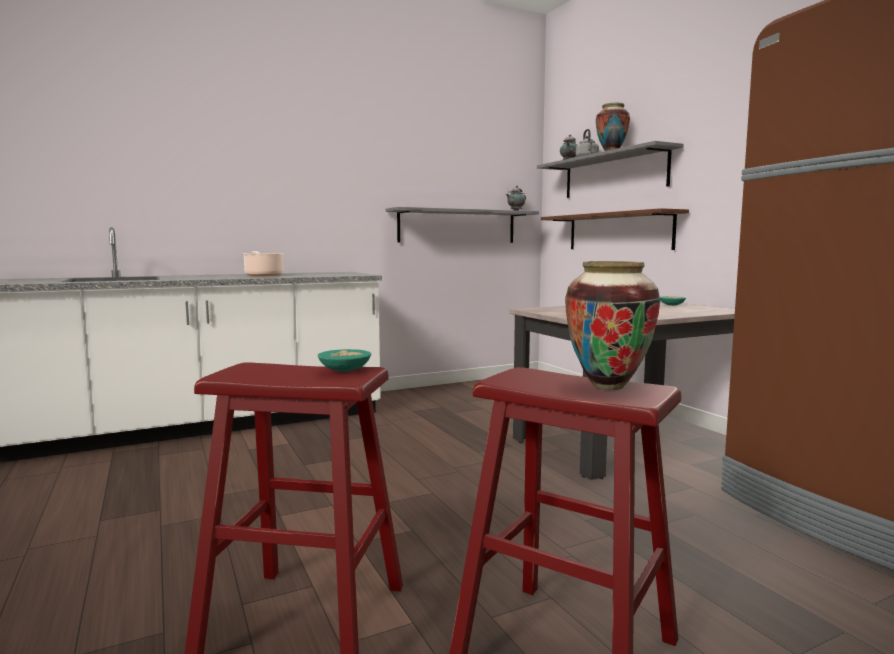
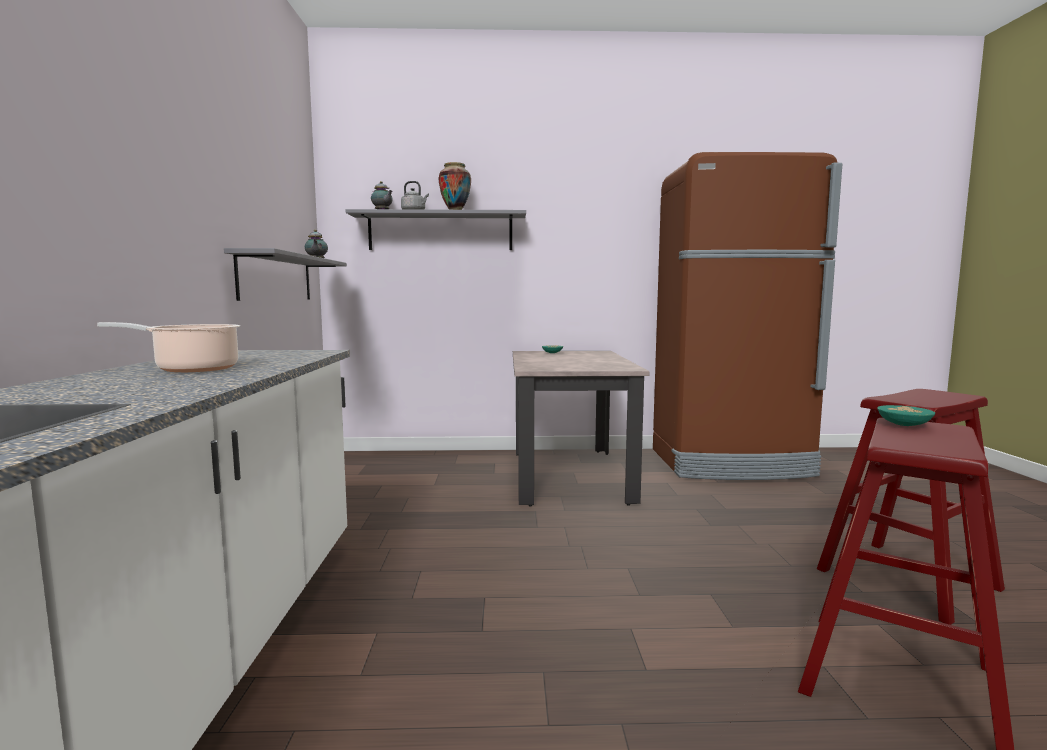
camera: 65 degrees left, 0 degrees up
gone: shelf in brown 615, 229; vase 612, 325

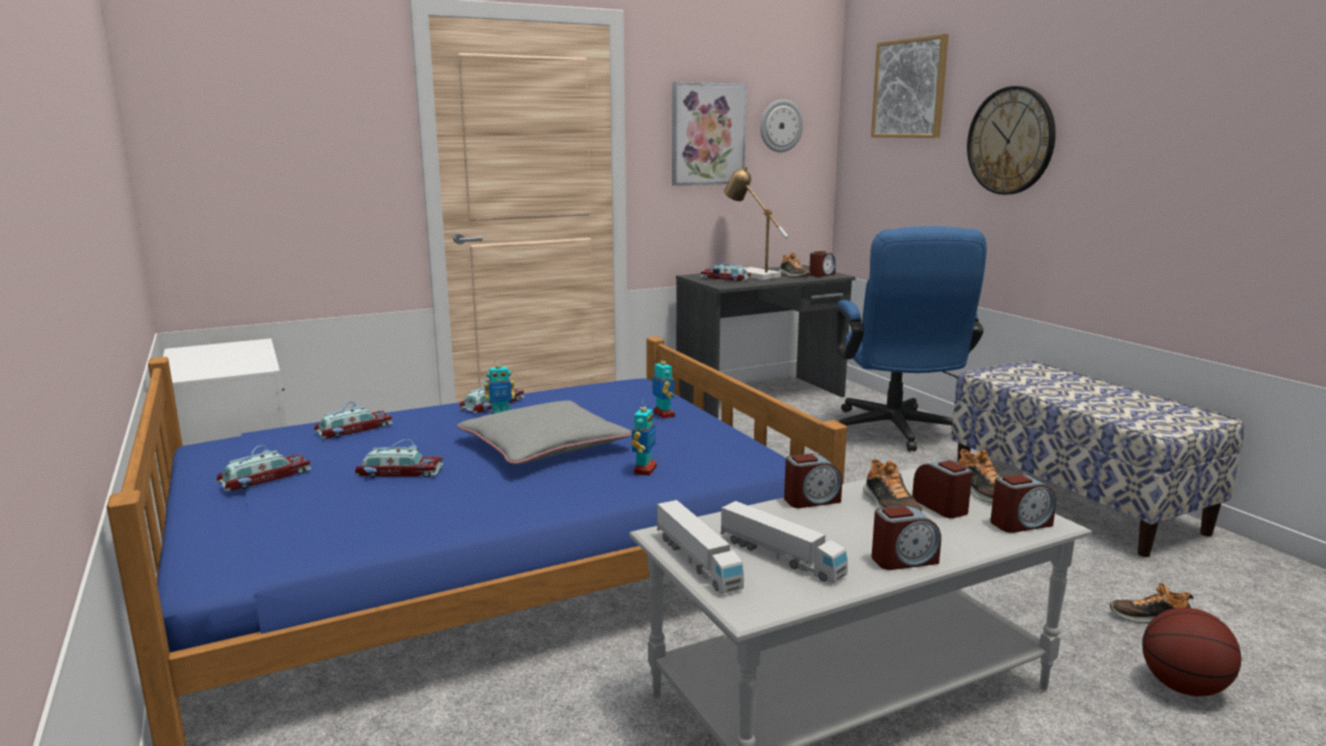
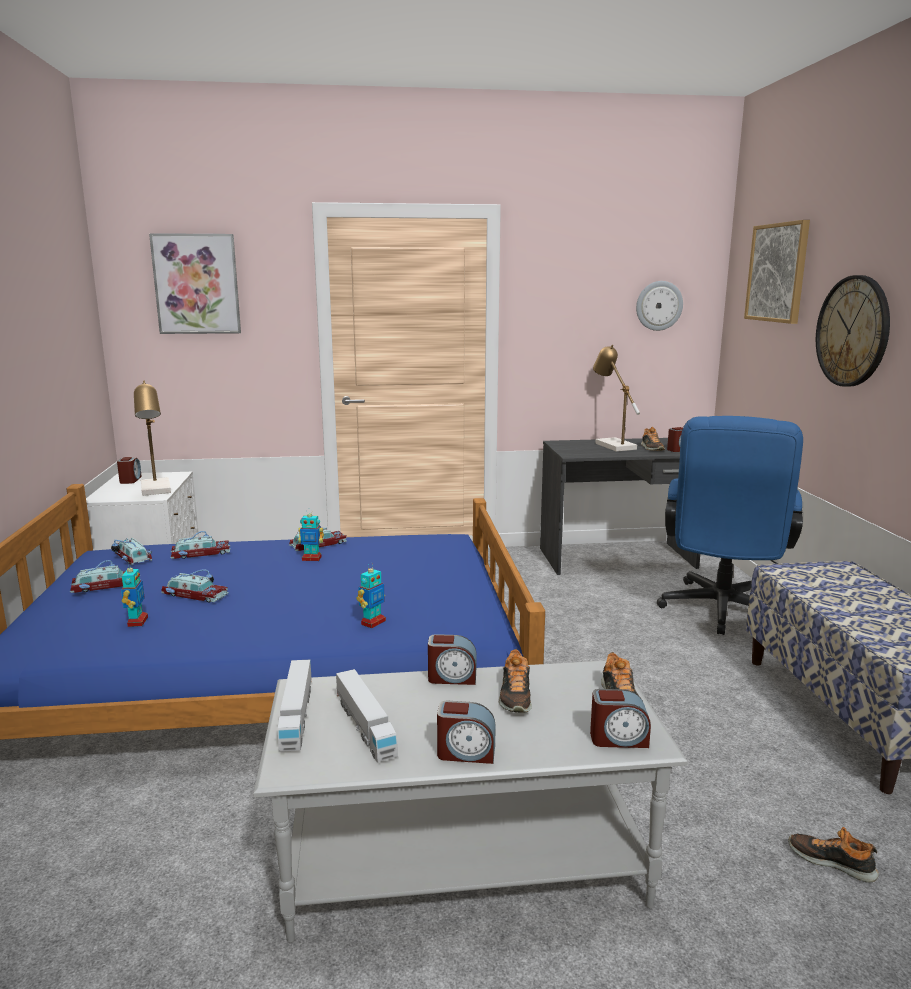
camera: 20 degrees right, 0 degrees up
gone: pillow in grey 544, 432; basketball 1192, 651
new: table lamp 152, 438
shifted: toy car 726, 272 to 131, 551; alarm clock 942, 489 to 129, 470; toy robot 663, 386 to 134, 595; picture 709, 134 to 195, 283

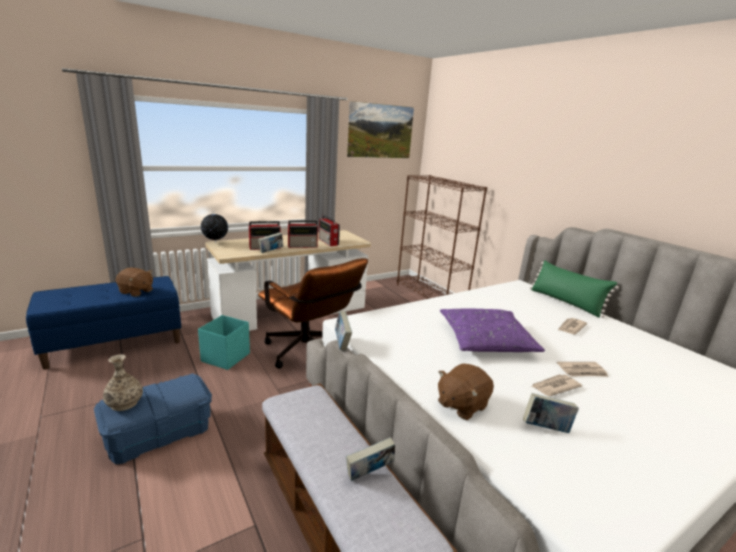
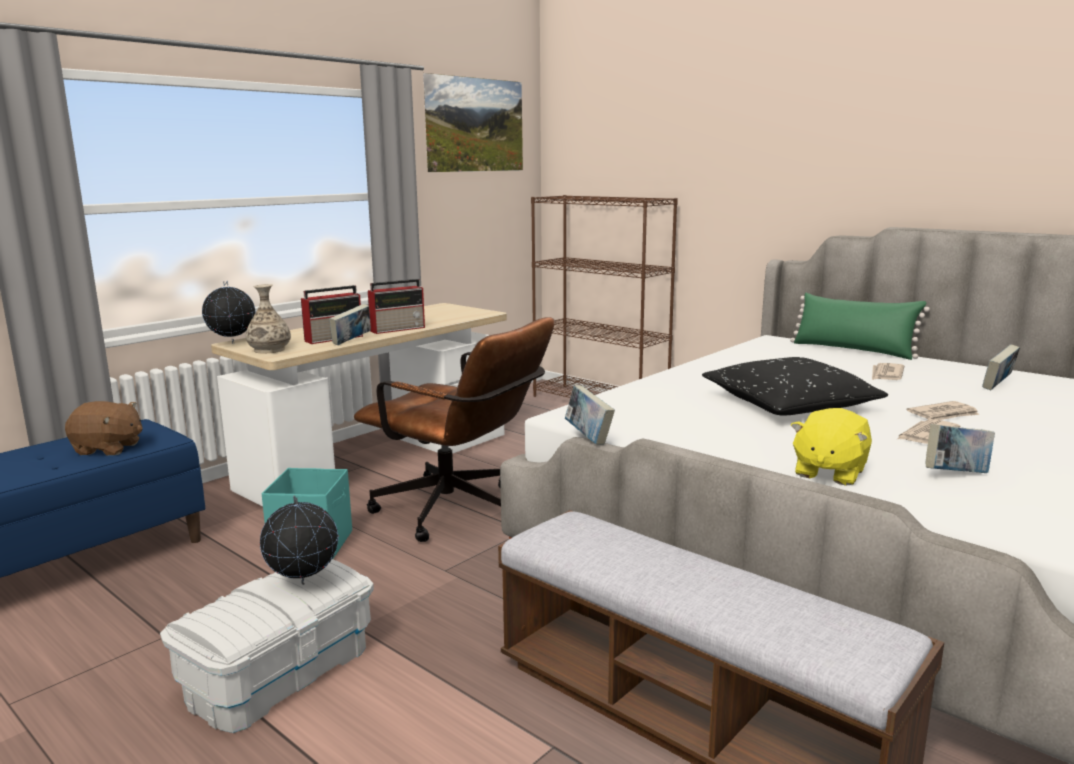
camera: 15 degrees left, 5 degrees down
gone: radio 329, 230
new: globe 299, 540
shifted: vase 123, 382 to 268, 319; book 370, 459 to 1001, 367
repainted: storage box in blue 153, 418 to storage box in white 267, 646; pillow in purple 492, 330 to pillow in black 795, 386; plush toy in brown 466, 391 to plush toy in yellow 831, 447

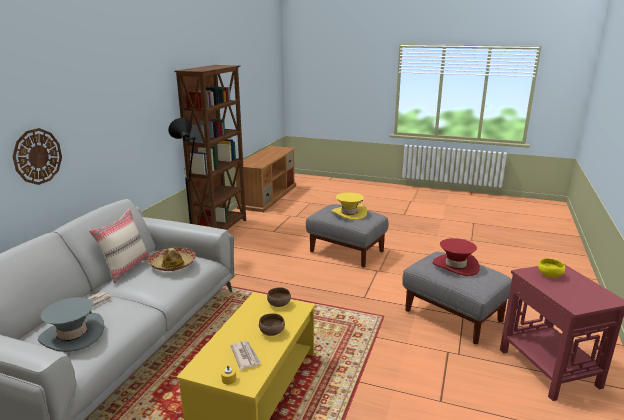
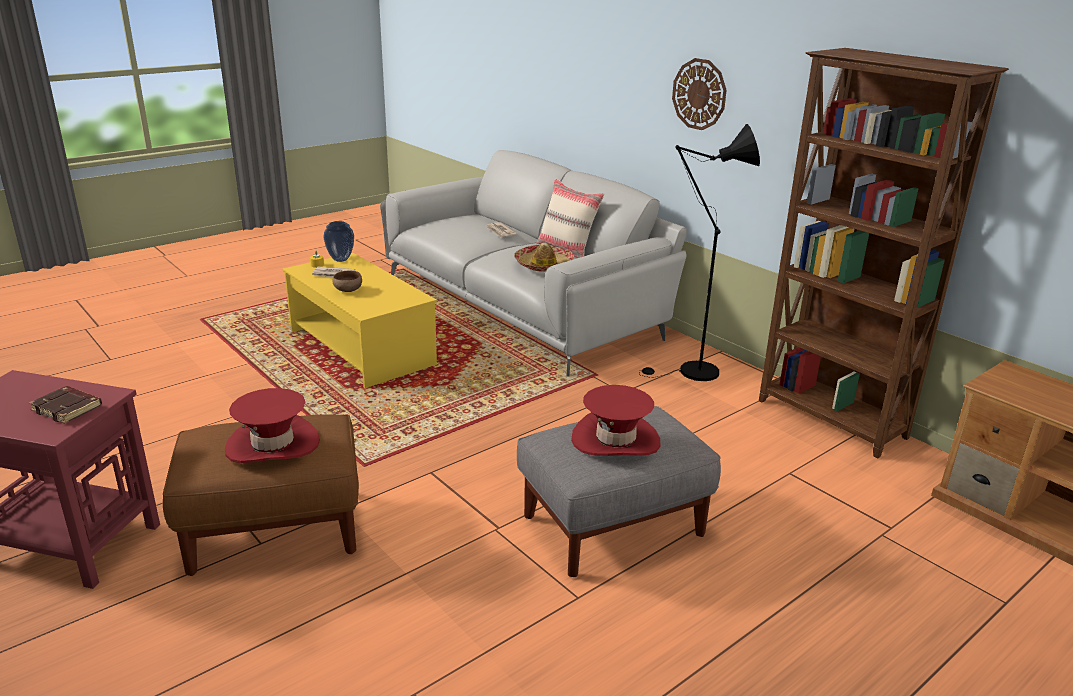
camera: 120 degrees right, 5 degrees up
gone: hat in grey 71, 324; bowl in brown 279, 297
new: vase 338, 241
shifted: wall clock 37, 156 to 699, 94
swapped: bowl in yellow 551, 268 to book in brown 65, 405
repainted: ottoman in grey 457, 298 to ottoman in brown 261, 495; hat in yellow 349, 206 to hat in red 616, 420

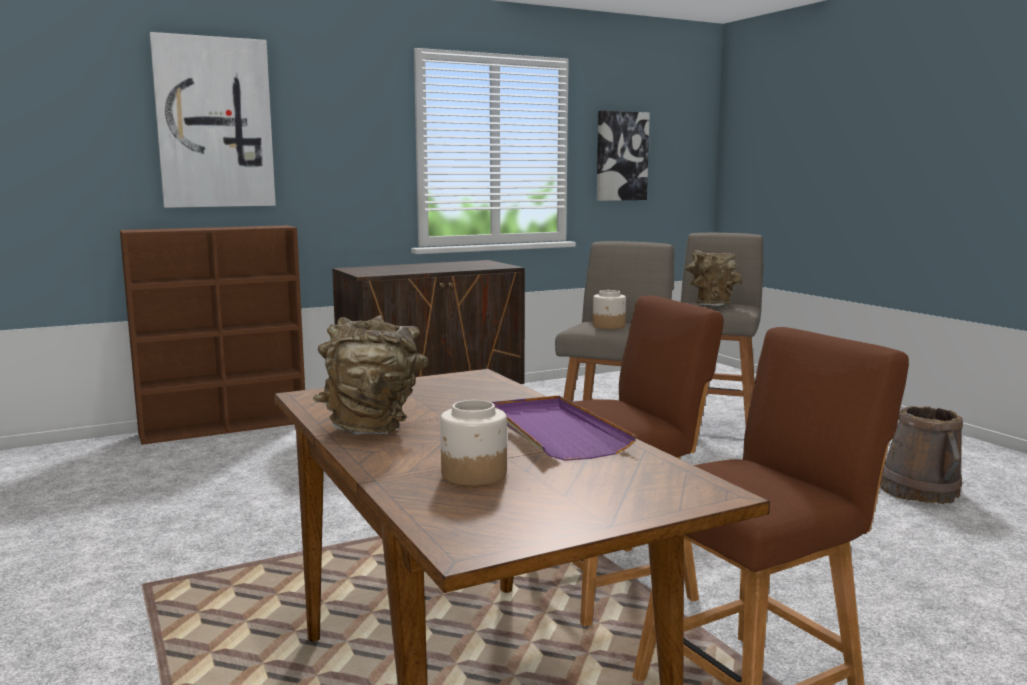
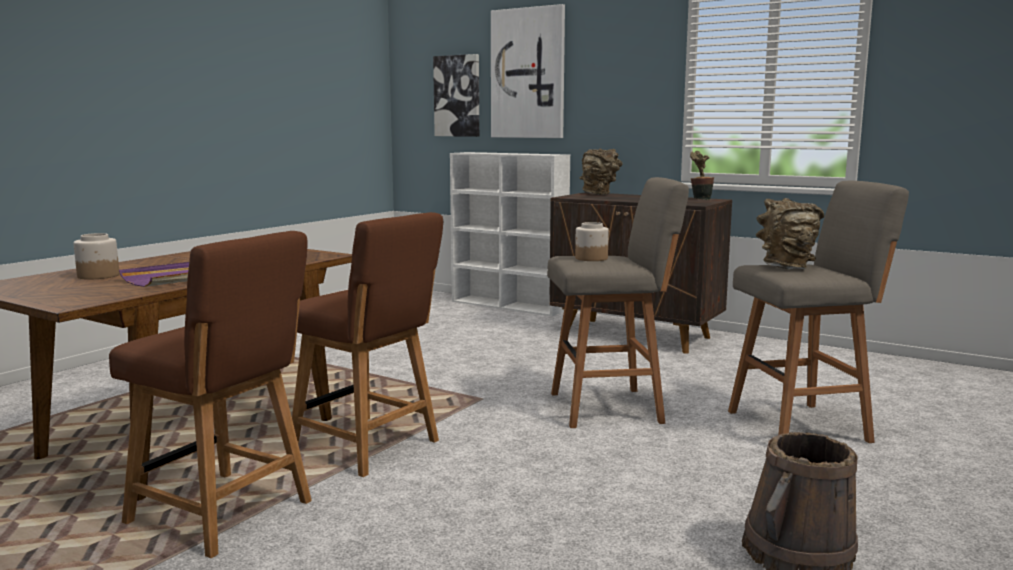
camera: 60 degrees right, 0 degrees up
new: potted plant 702, 175
shifted: picture 623, 156 to 456, 95; vase in brown 371, 375 to 601, 171
repainted: bookcase in brown 212, 335 to bookcase in white 510, 234

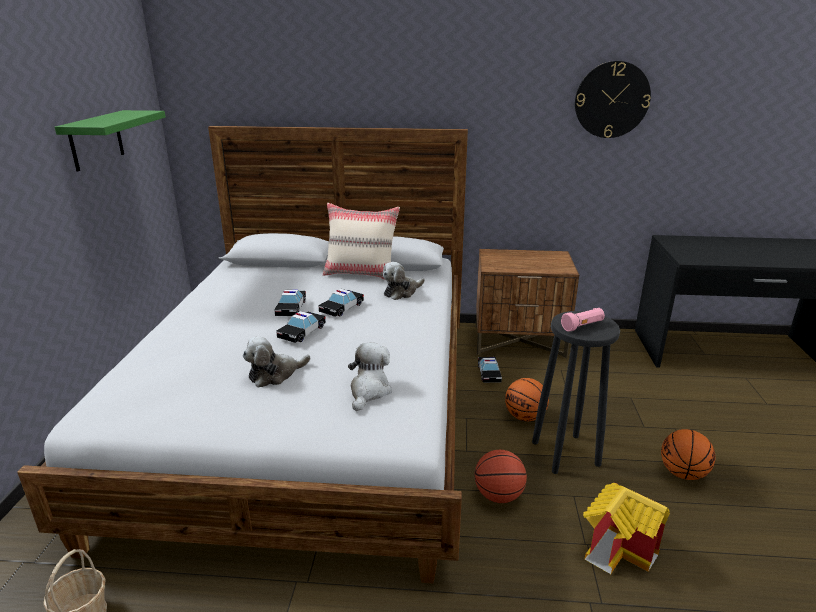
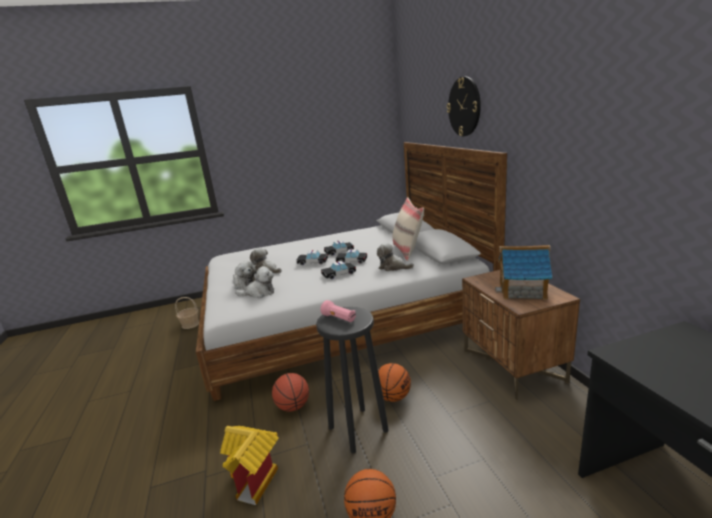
camera: 70 degrees right, 5 degrees down
gone: shelf in green 110, 141
new: plush toy 245, 275; toy house 524, 272
shifted: toy car 490, 370 to 338, 270; wall clock 613, 99 to 464, 106

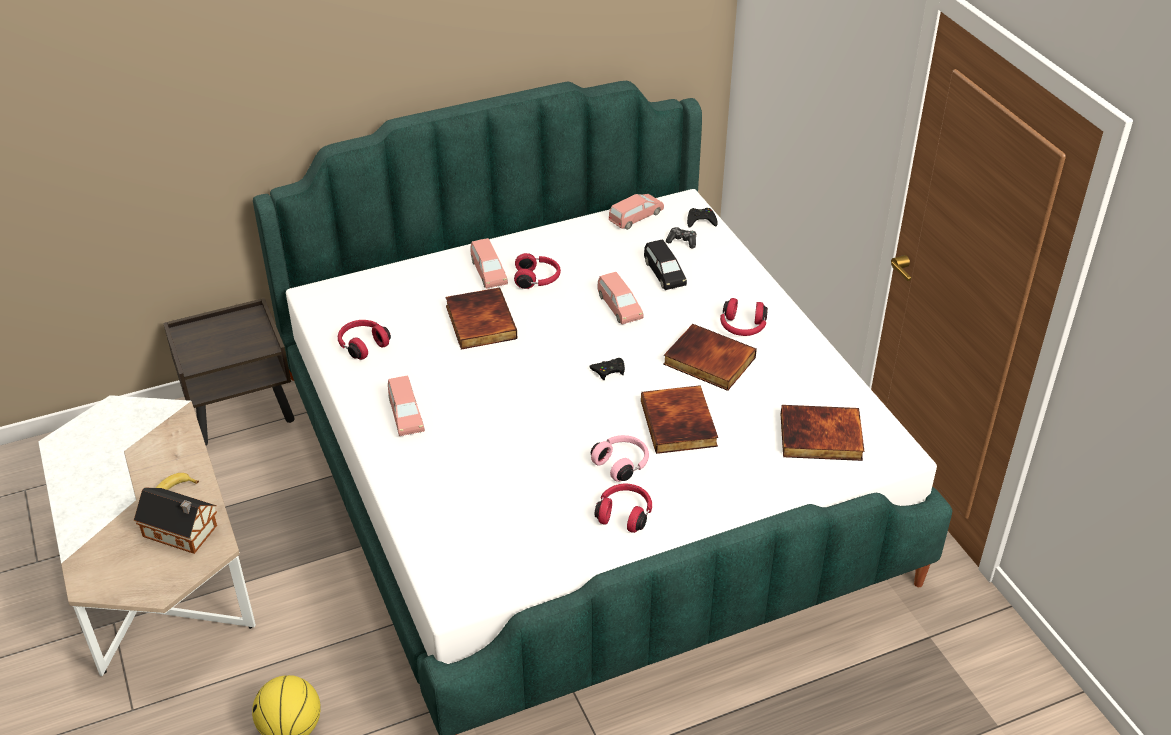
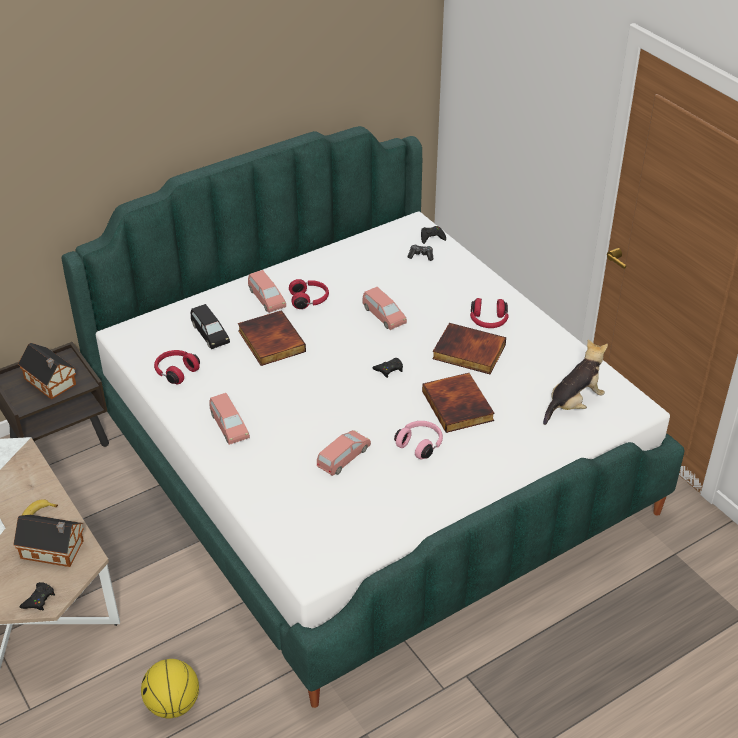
camera: 10 degrees left, 0 degrees up
gone: headphones in red 623, 508
new: toy house 47, 371; game controller in black 37, 596
shifted: toy car in black 665, 265 to 210, 326; toy car in pink 636, 212 to 344, 453
swapped: book 822, 433 to plush toy 575, 382

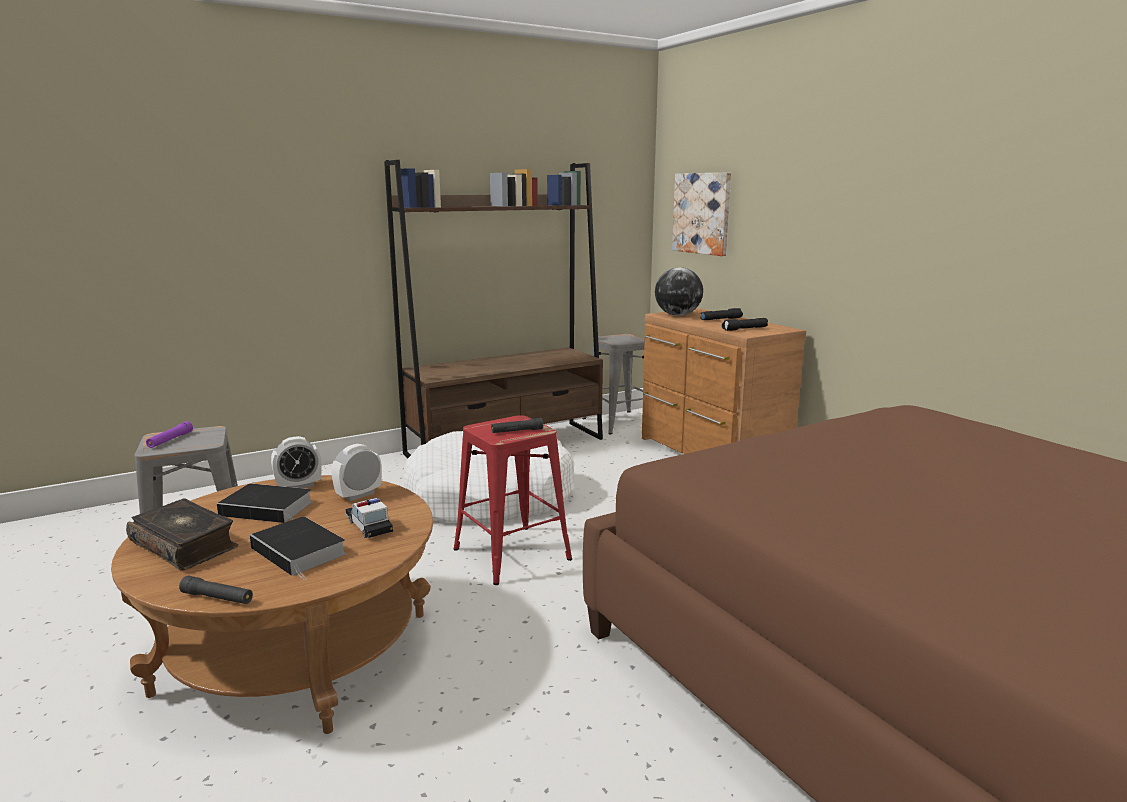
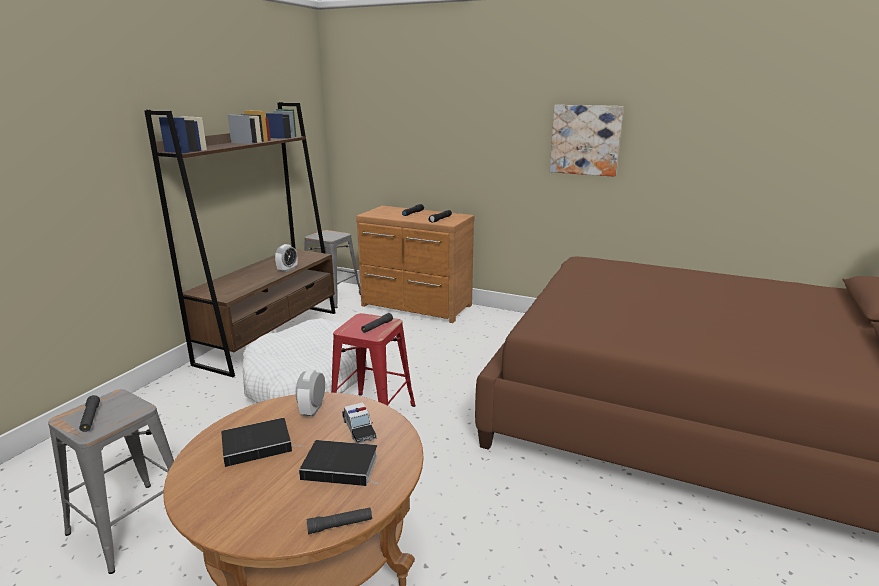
camera: 35 degrees left, 5 degrees up
gone: book 182, 535; globe 679, 291
shifted: alarm clock 296, 462 to 286, 258; picture 701, 214 to 587, 141
repainted: flashlight in purple 169, 434 to flashlight in black 89, 413
rotated: toy car 369, 518 = 359, 423 135 degrees counterclockwise

